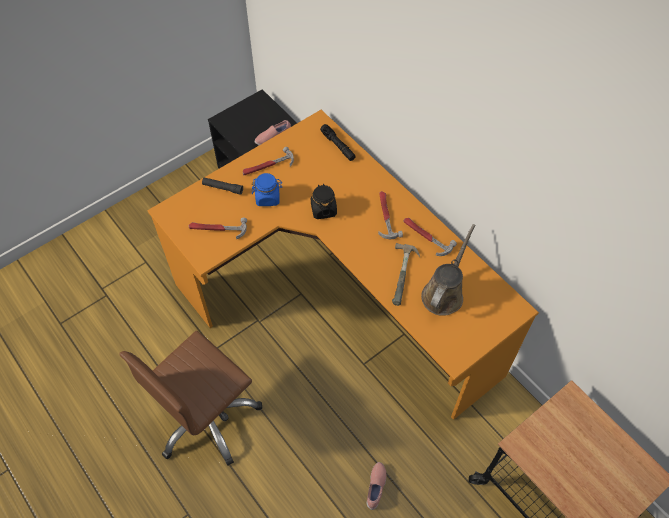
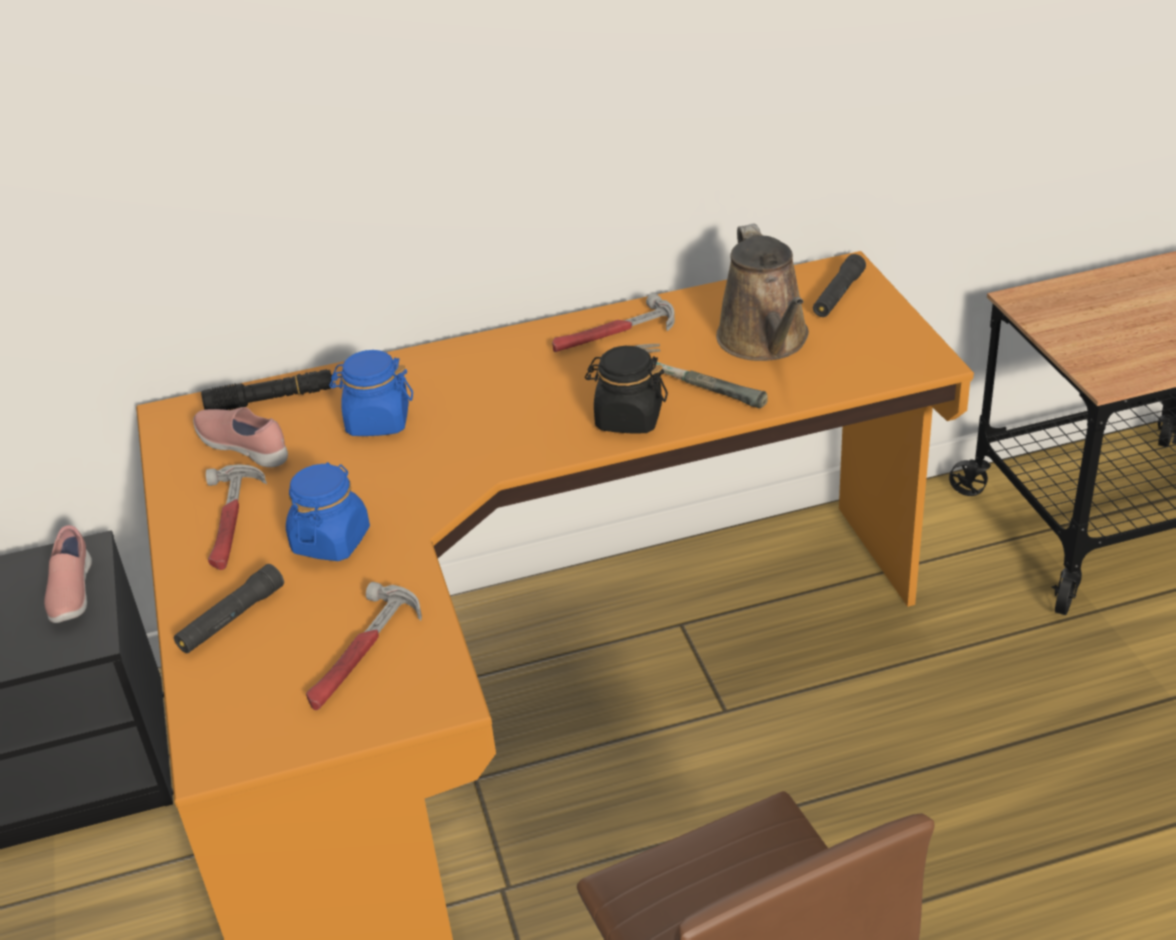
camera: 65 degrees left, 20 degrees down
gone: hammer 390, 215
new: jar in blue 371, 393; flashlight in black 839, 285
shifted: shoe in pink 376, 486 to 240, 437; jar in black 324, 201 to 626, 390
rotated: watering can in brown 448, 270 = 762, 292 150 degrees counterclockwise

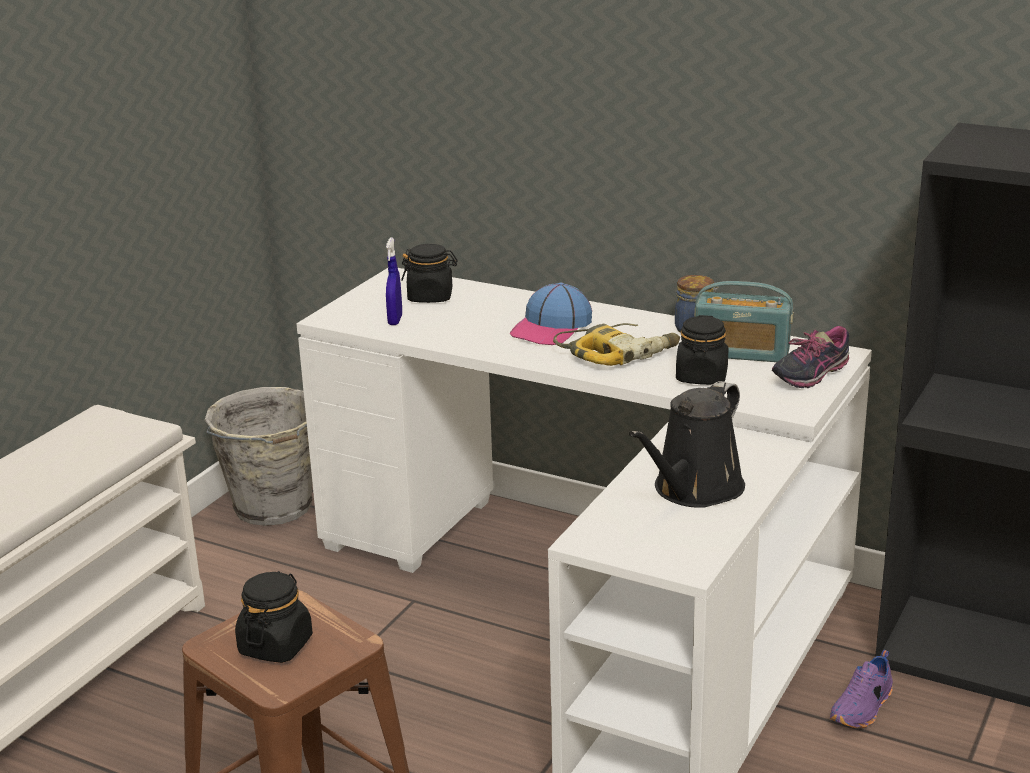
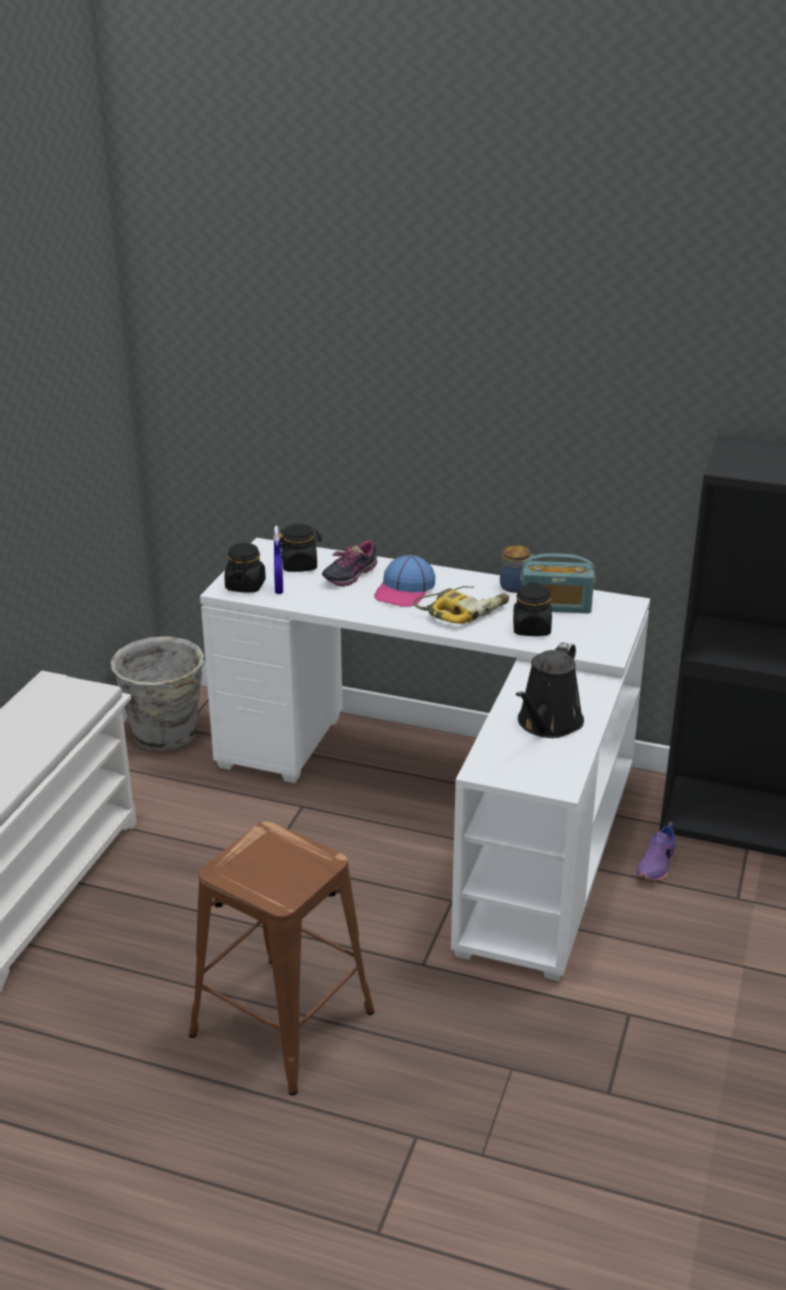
camera: 10 degrees left, 5 degrees up
shifted: jar in black 274, 617 to 245, 568; shoe 810, 357 to 349, 563

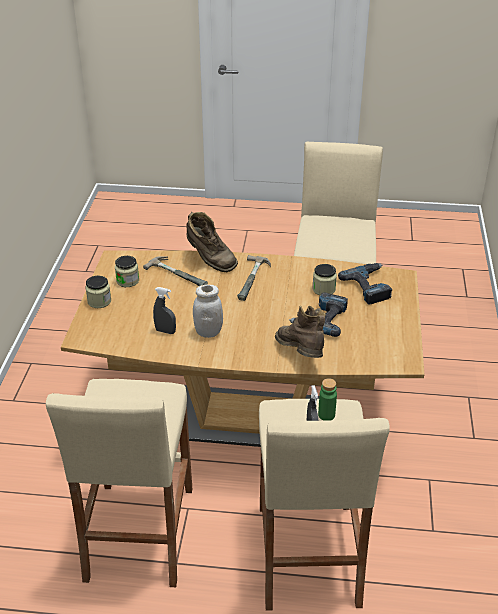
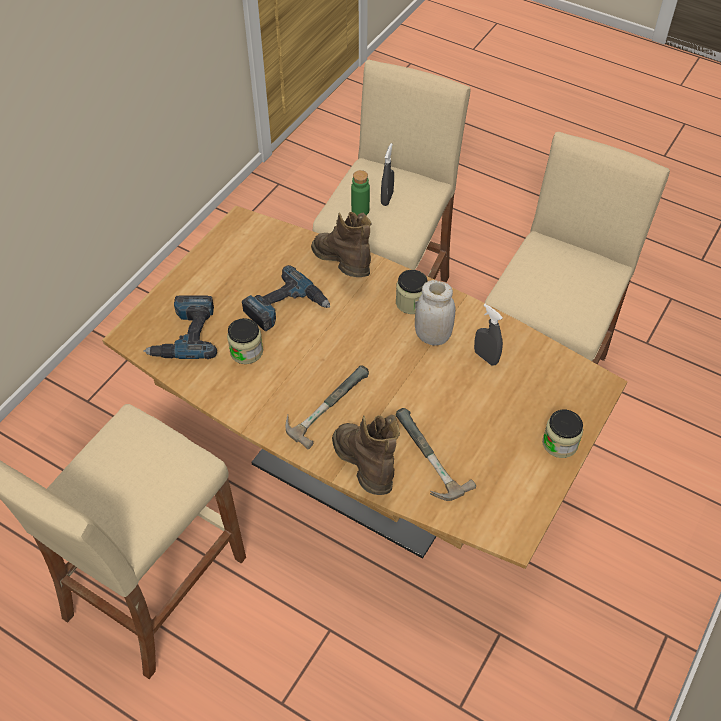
camera: 155 degrees left, 15 degrees up
shifted: jar 127, 271 to 412, 292
rotated: boot in brown 300, 332 = 341, 244 150 degrees clockwise

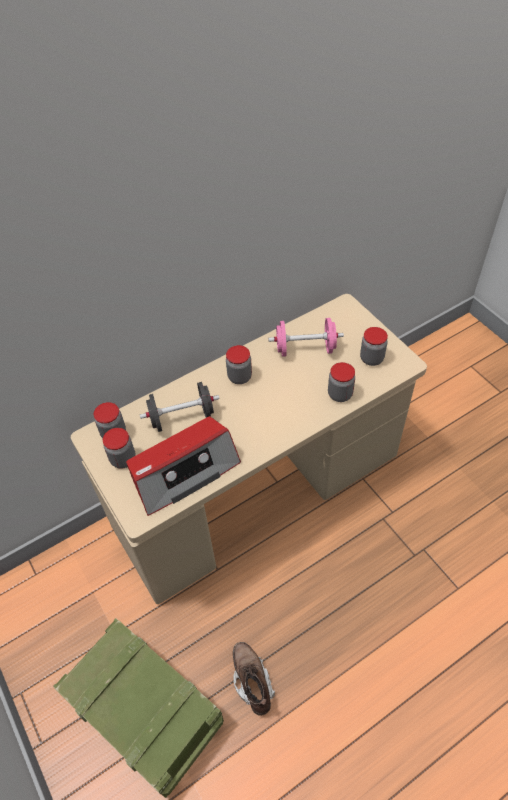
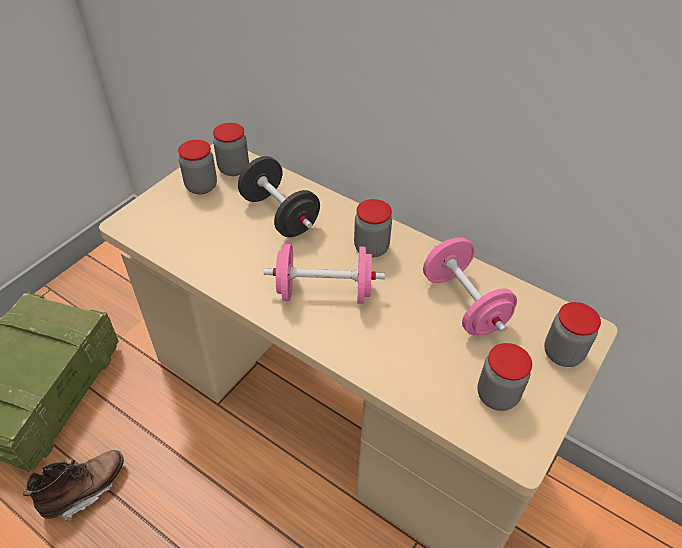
camera: 65 degrees right, 5 degrees down
gone: radio 183, 466
new: dumbbell in pink 324, 274
shifted: jar 341, 382 to 572, 334

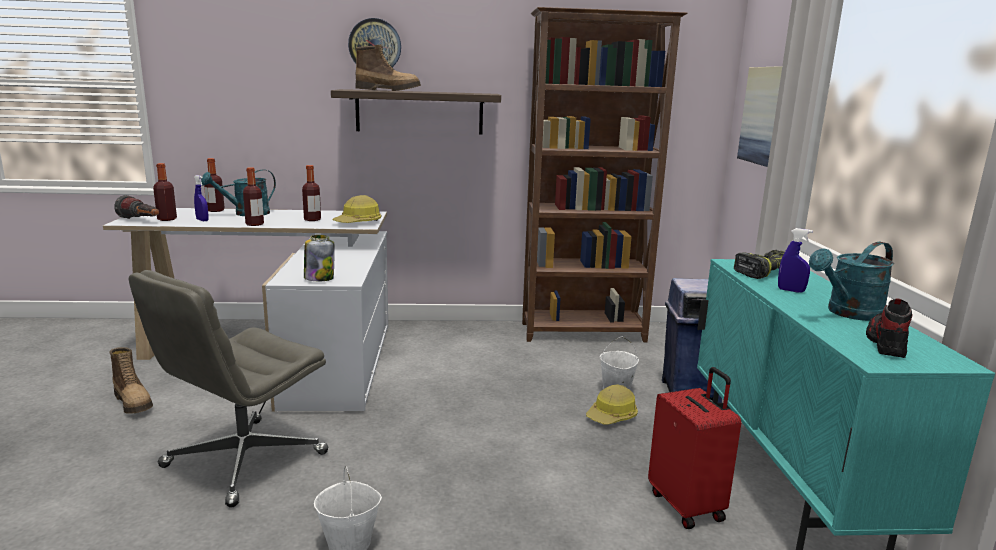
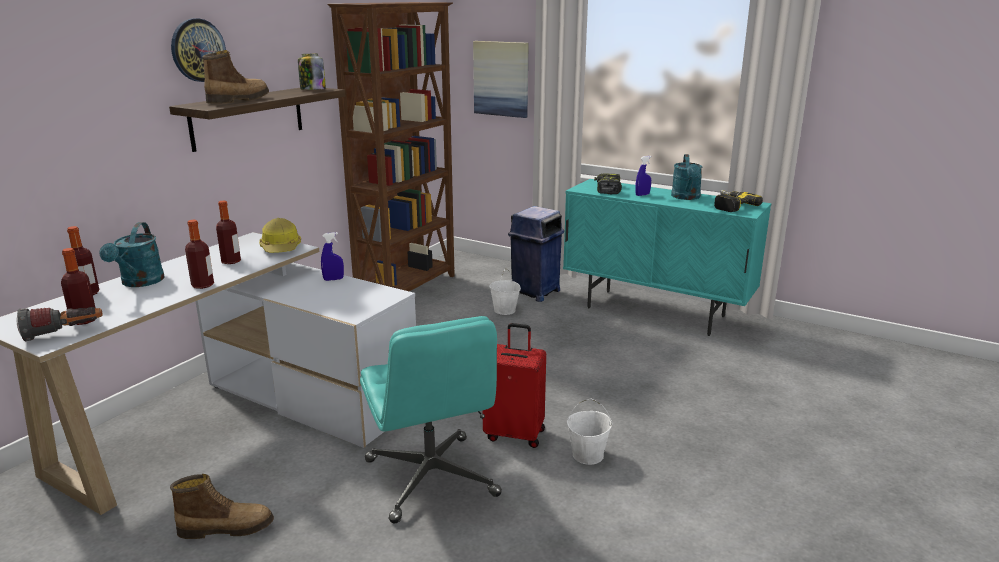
camera: 55 degrees left, 5 degrees up
gone: hard hat 612, 404
shifted: jar 319, 258 to 312, 72; spray bottle in blue 201, 198 to 332, 256; suitcase in red 694, 448 to 514, 385
swapped: shoe 889, 328 to power drill 738, 201
repainted: office chair in grey 228, 389 to office chair in turquoise 431, 420

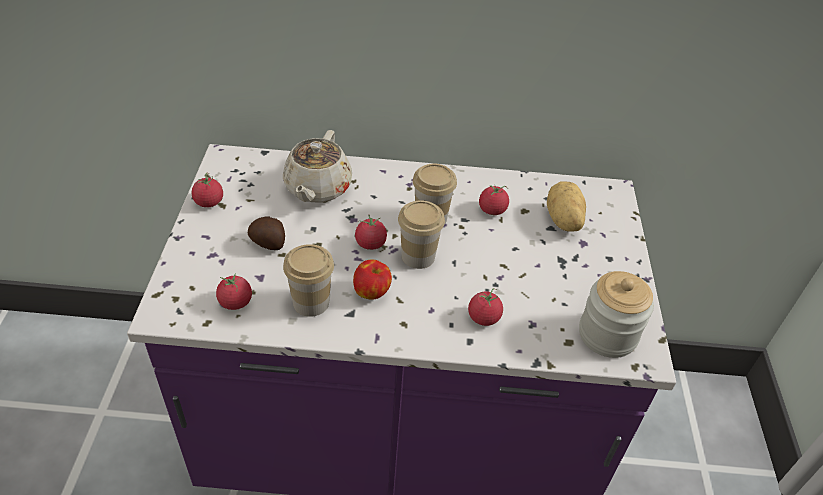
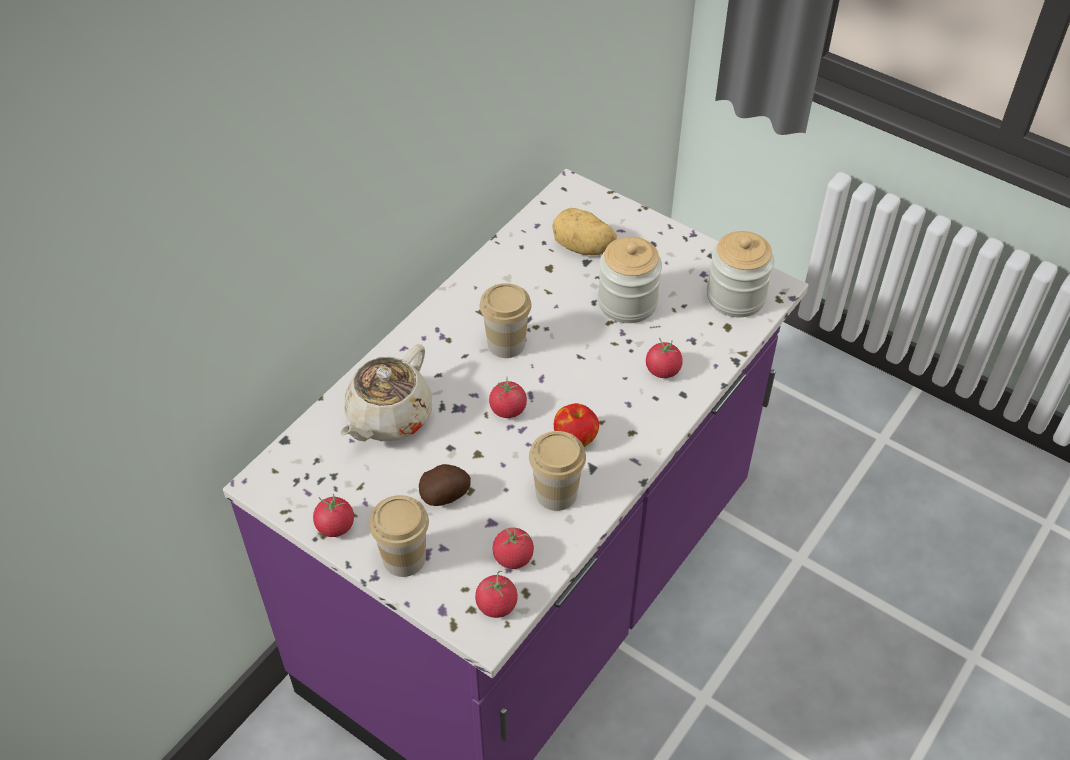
camera: 55 degrees left, 5 degrees up
new: jar 630, 280
shifted: cup 421, 234 to 399, 536; tomato 494, 199 to 496, 594
rotated: teapot in beige 317, 166 = 386, 393 75 degrees clockwise

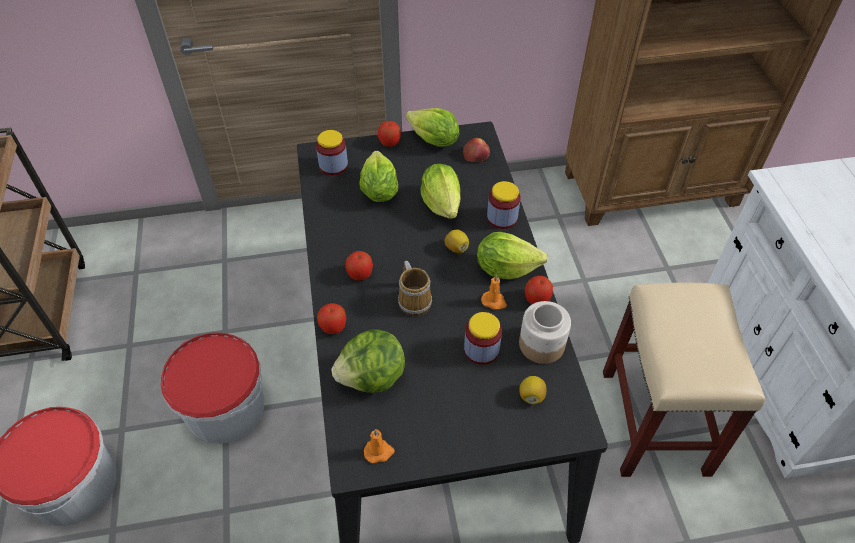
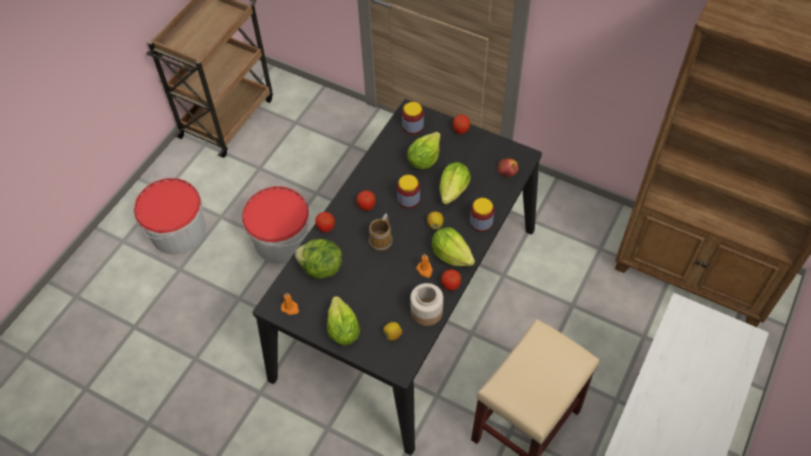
camera: 40 degrees right, 5 degrees up
shifted: lettuce 432, 127 to 343, 320; jar 483, 338 to 408, 191

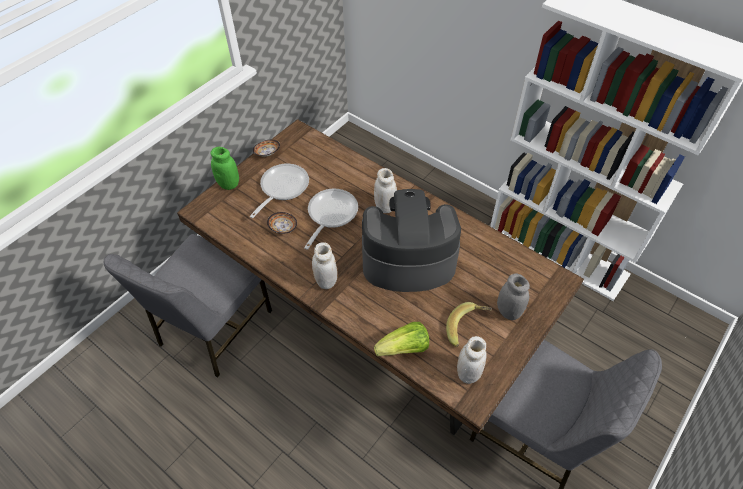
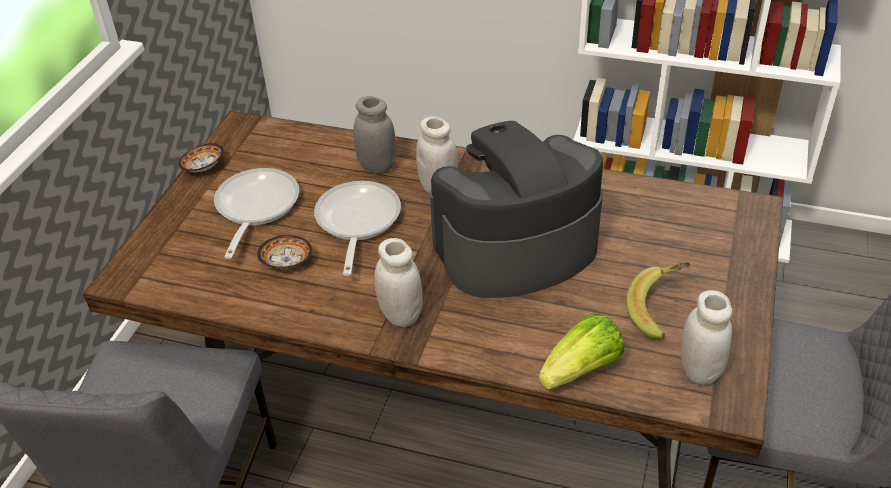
camera: 20 degrees left, 10 degrees down
gone: jar in green 225, 168
shifted: jar in grey 513, 297 to 374, 135

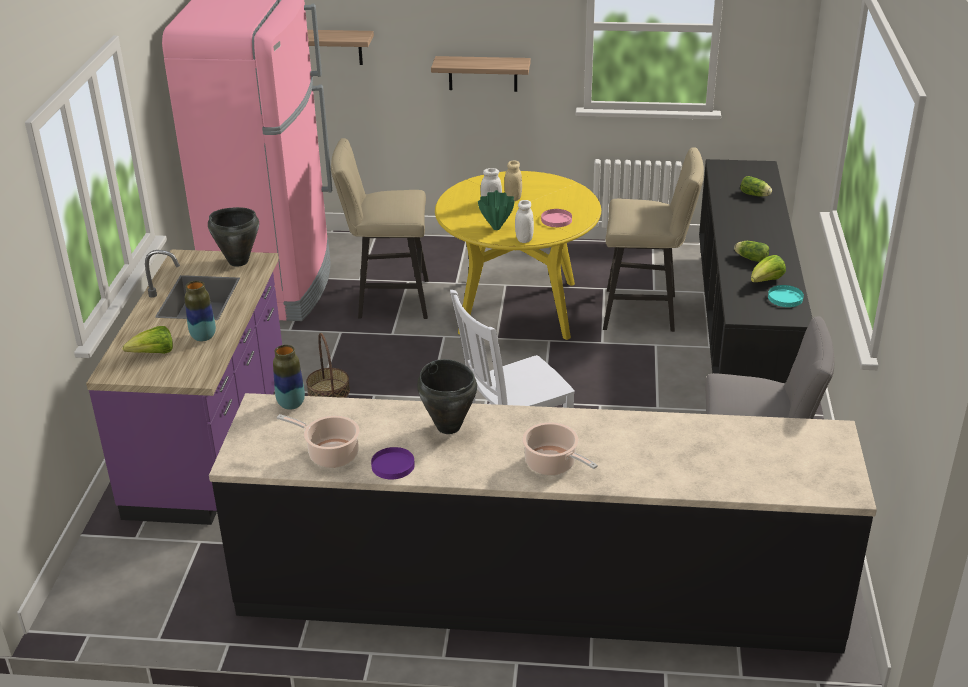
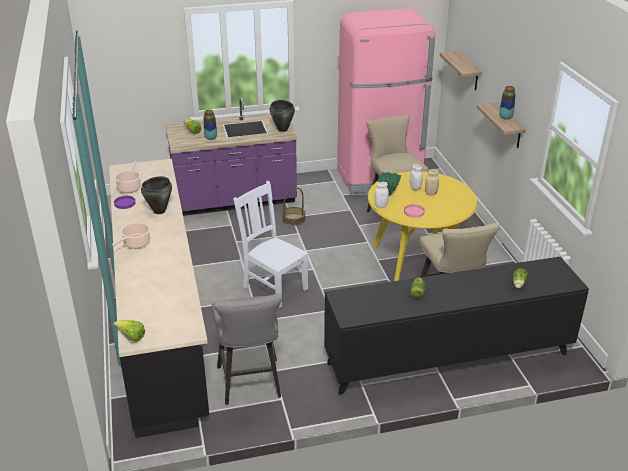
camera: 70 degrees right, 0 degrees up
gone: plate in turquoise 786, 296
shifted: lettuce 768, 268 to 129, 331; vase 289, 377 to 507, 103

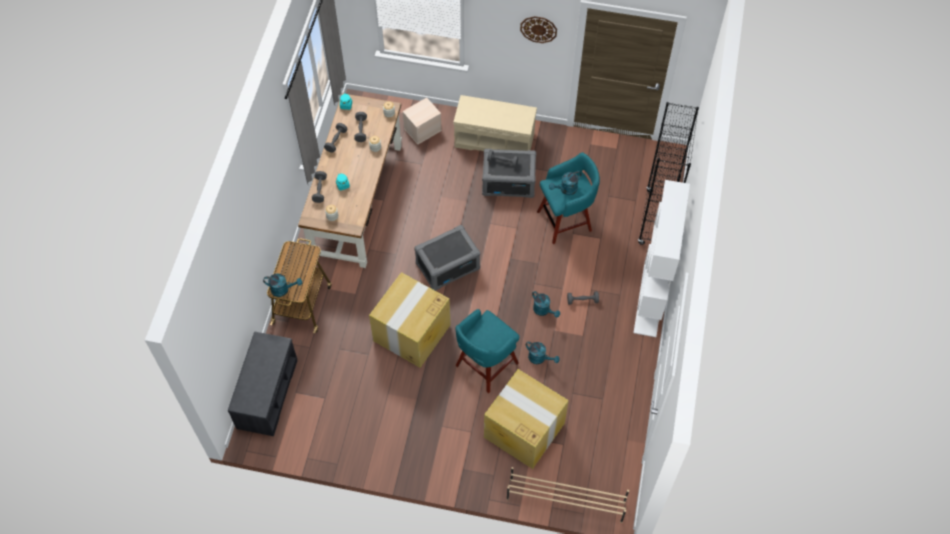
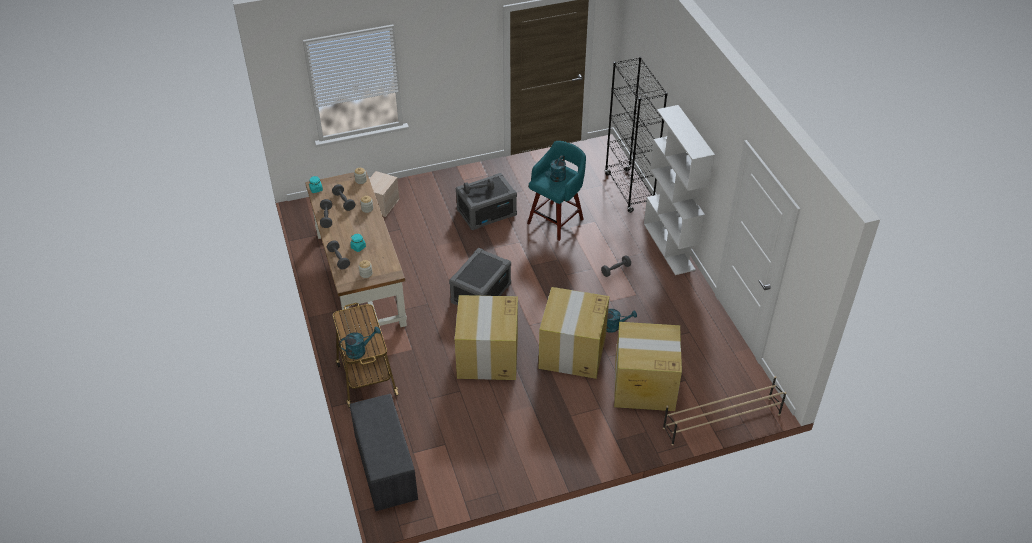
camera: 30 degrees left, 15 degrees down
gone: bench in beige 495, 123; wall clock 538, 29; watering can in turquoise 546, 304
swapped: stool in turquoise 487, 351 to cardboard box 574, 333

